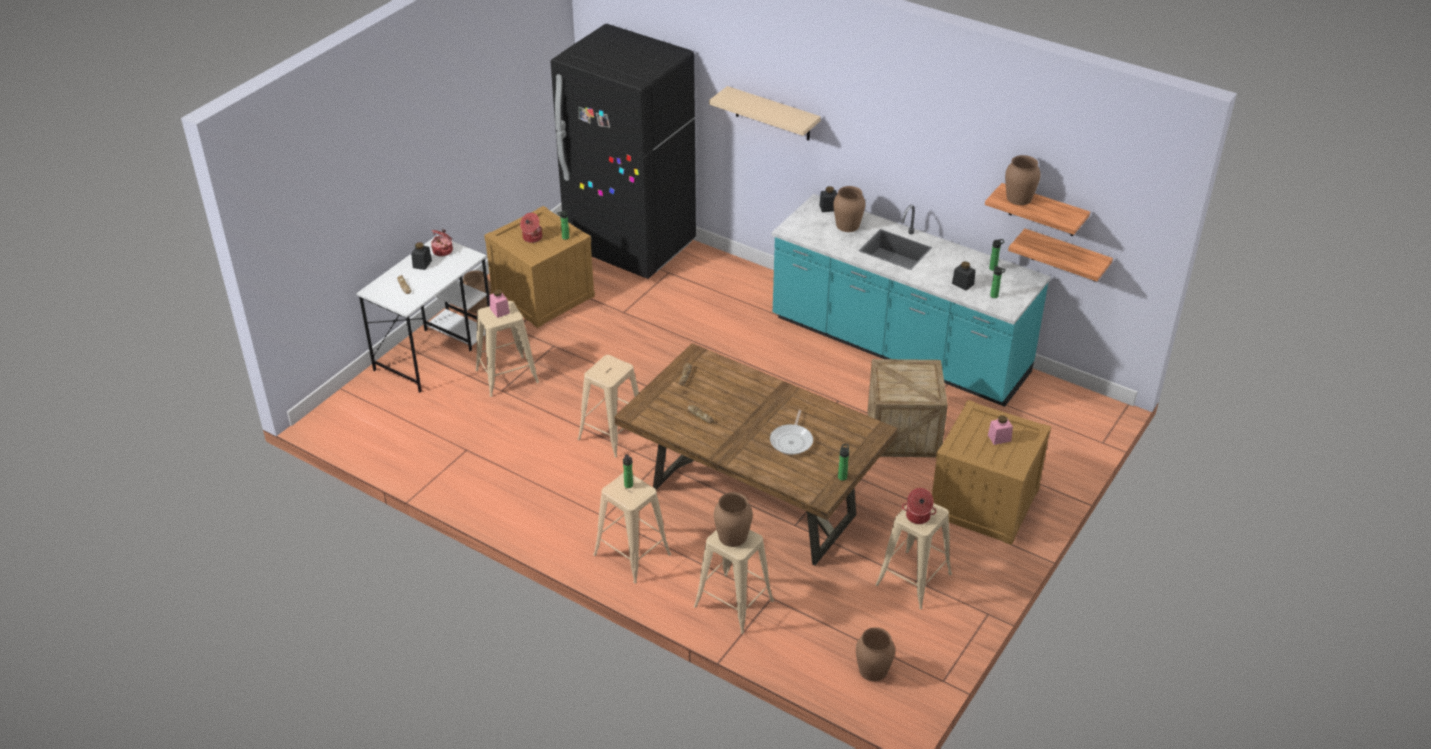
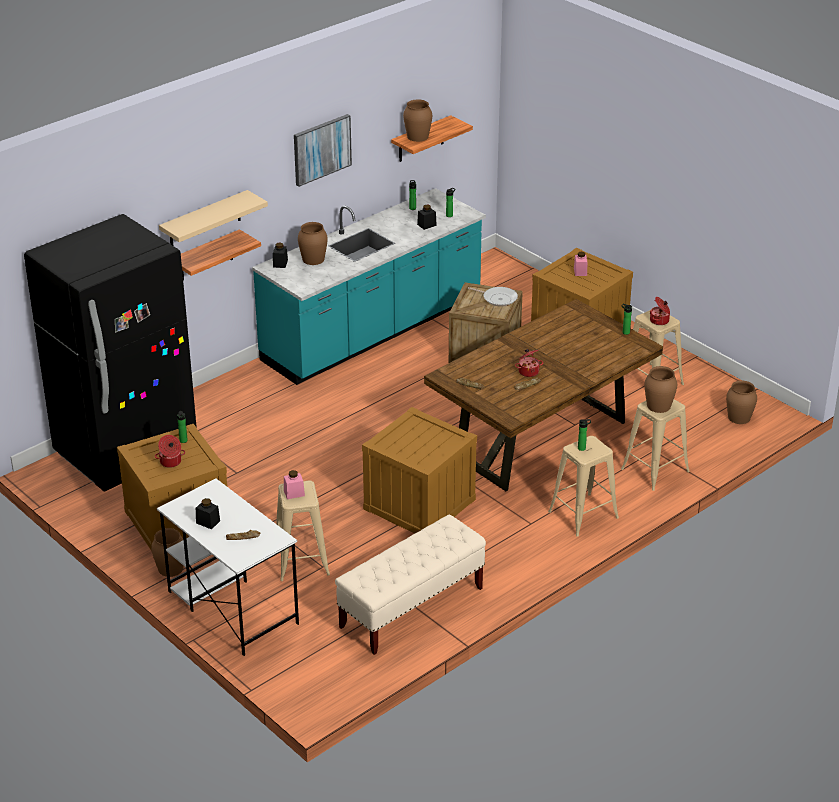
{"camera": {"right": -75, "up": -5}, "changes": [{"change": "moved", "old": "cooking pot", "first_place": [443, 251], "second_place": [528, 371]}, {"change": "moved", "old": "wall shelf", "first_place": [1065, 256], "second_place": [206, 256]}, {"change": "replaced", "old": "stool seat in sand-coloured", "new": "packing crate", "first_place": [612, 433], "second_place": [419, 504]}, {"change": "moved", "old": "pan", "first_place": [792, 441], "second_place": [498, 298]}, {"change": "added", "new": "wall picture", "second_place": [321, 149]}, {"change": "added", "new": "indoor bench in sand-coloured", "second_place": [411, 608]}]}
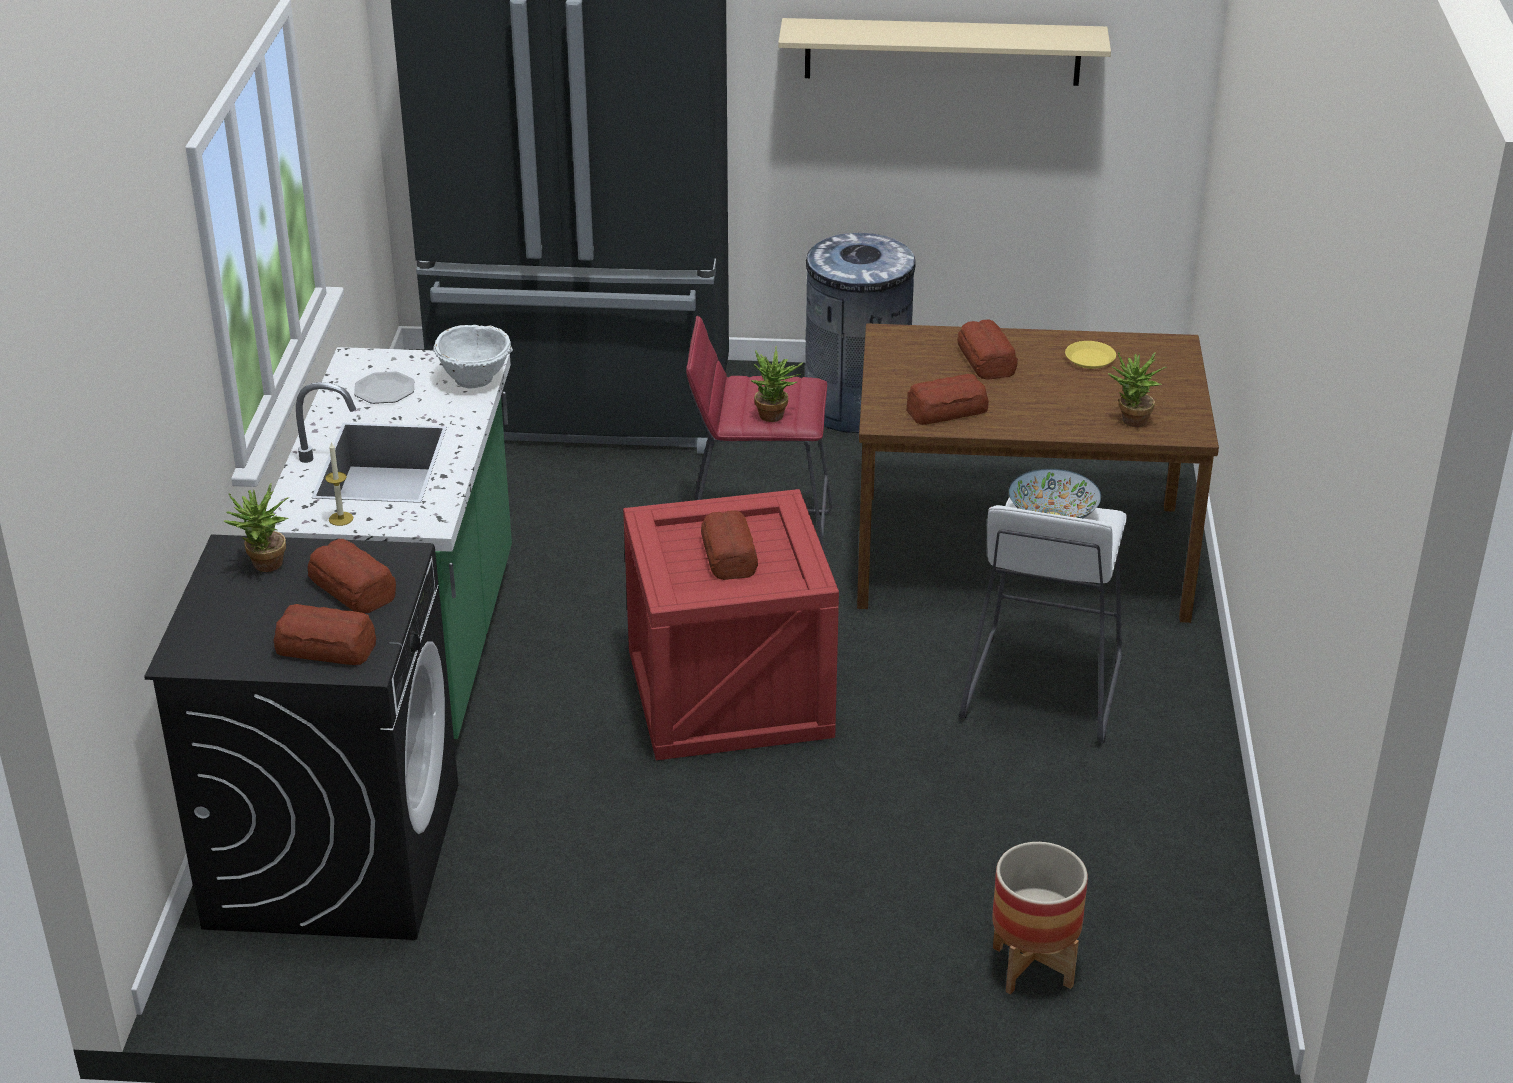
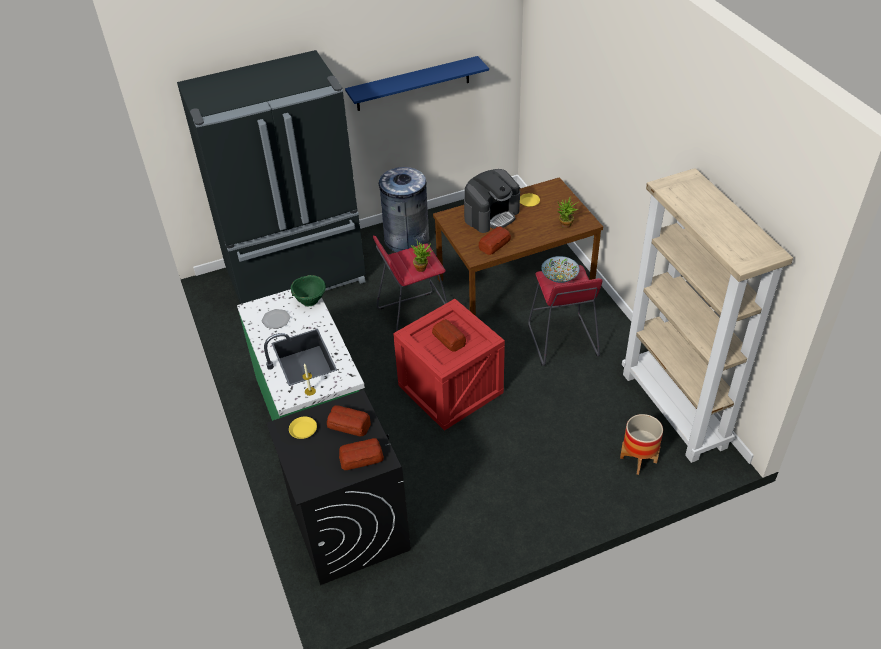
{"camera": {"right": -25, "up": 10}, "changes": [{"change": "recoloured", "old": "wall shelf in sand-coloured", "new": "wall shelf in blue-coloured", "first_place": [942, 51], "second_place": [413, 84]}, {"change": "replaced", "old": "baked bread", "new": "coffee maker", "first_place": [986, 359], "second_place": [491, 215]}, {"change": "recoloured", "old": "serving bowl in white", "new": "serving bowl in green-coloured", "first_place": [475, 379], "second_place": [310, 300]}, {"change": "replaced", "old": "potted plant", "new": "dinner plate in yellowish", "first_place": [264, 567], "second_place": [303, 429]}, {"change": "recoloured", "old": "stool seat in white", "new": "stool seat in red", "first_place": [1042, 689], "second_place": [562, 341]}, {"change": "added", "new": "bookshelf in sand-coloured", "second_place": [674, 410]}]}
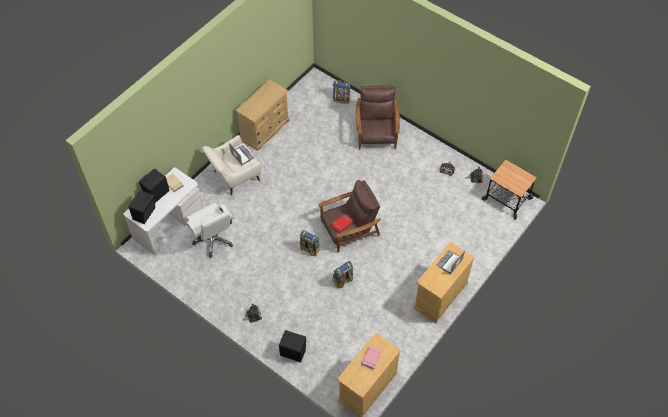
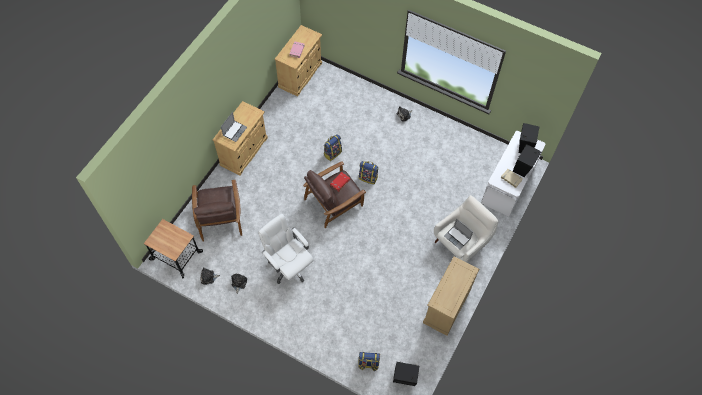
{"camera": {"right": 170, "up": 5}, "changes": [{"change": "moved", "old": "lounge chair in brown-coloured", "first_place": [376, 133], "second_place": [220, 217]}, {"change": "moved", "old": "office chair in white", "first_place": [213, 240], "second_place": [289, 266]}, {"change": "moved", "old": "speaker in blackish", "first_place": [292, 351], "second_place": [405, 378]}]}
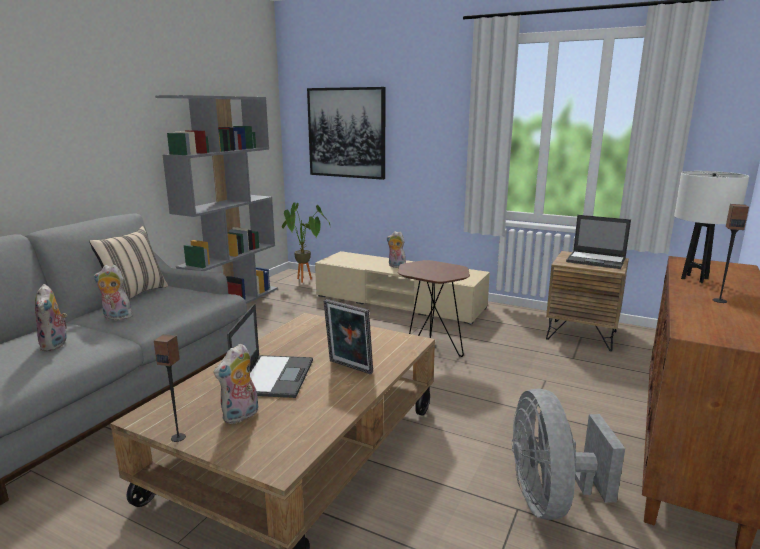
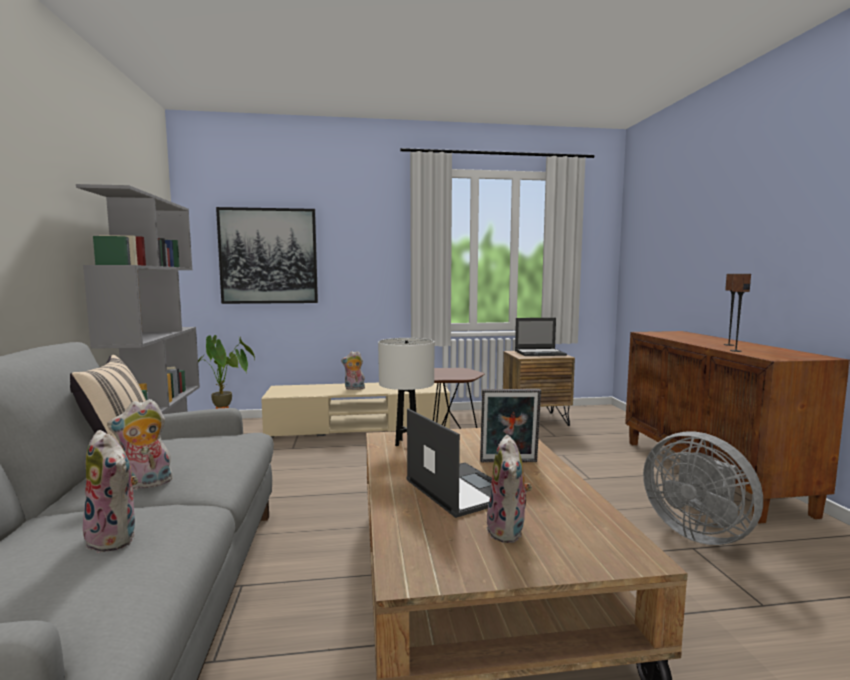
{"camera": {"right": -35, "up": -10}, "changes": [{"change": "moved", "old": "table lamp in white", "first_place": [694, 279], "second_place": [406, 443]}, {"change": "moved", "old": "speaker", "first_place": [178, 437], "second_place": [735, 351]}]}
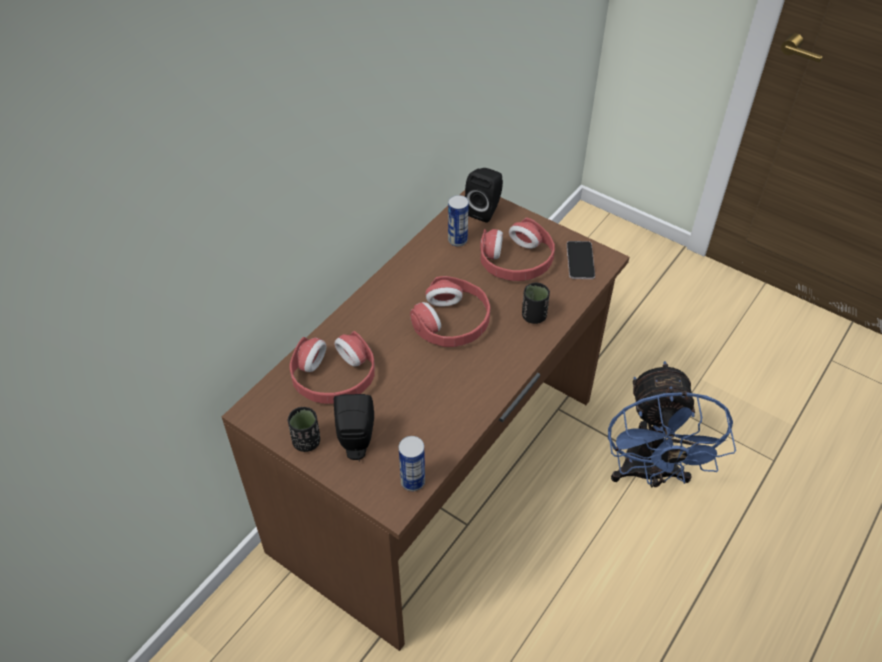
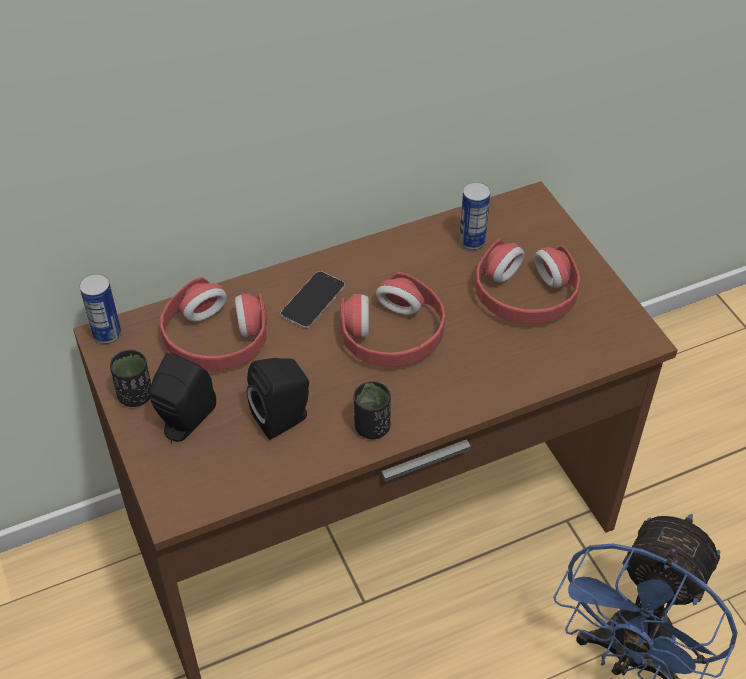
{"camera": {"right": 30, "up": 0}, "changes": [{"change": "moved", "old": "speaker in blackish", "first_place": [485, 210], "second_place": [284, 418]}, {"change": "moved", "old": "phone", "first_place": [580, 260], "second_place": [313, 300]}, {"change": "moved", "old": "small cup in blackish", "first_place": [533, 316], "second_place": [372, 427]}, {"change": "moved", "old": "sealed can", "first_place": [412, 481], "second_place": [107, 334]}]}
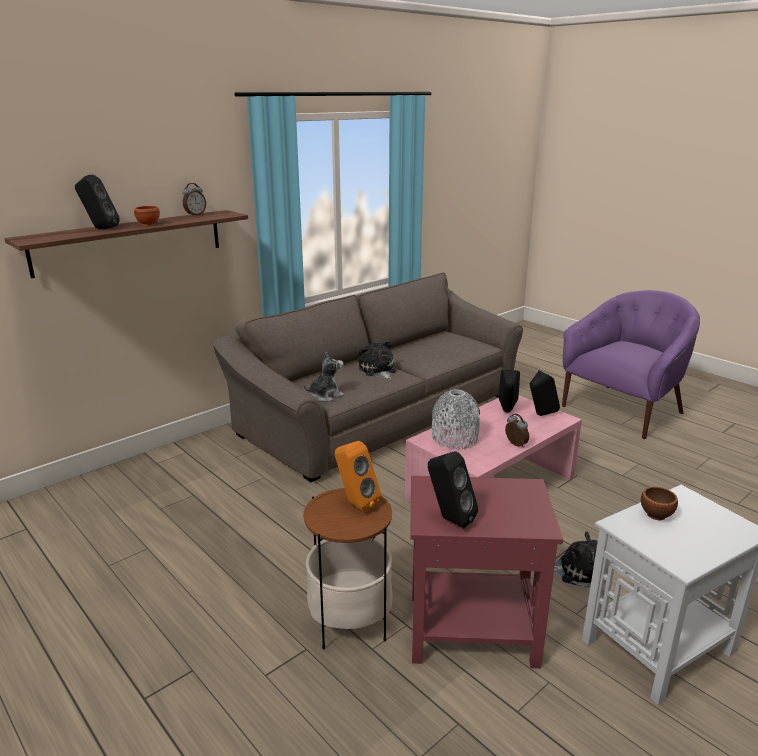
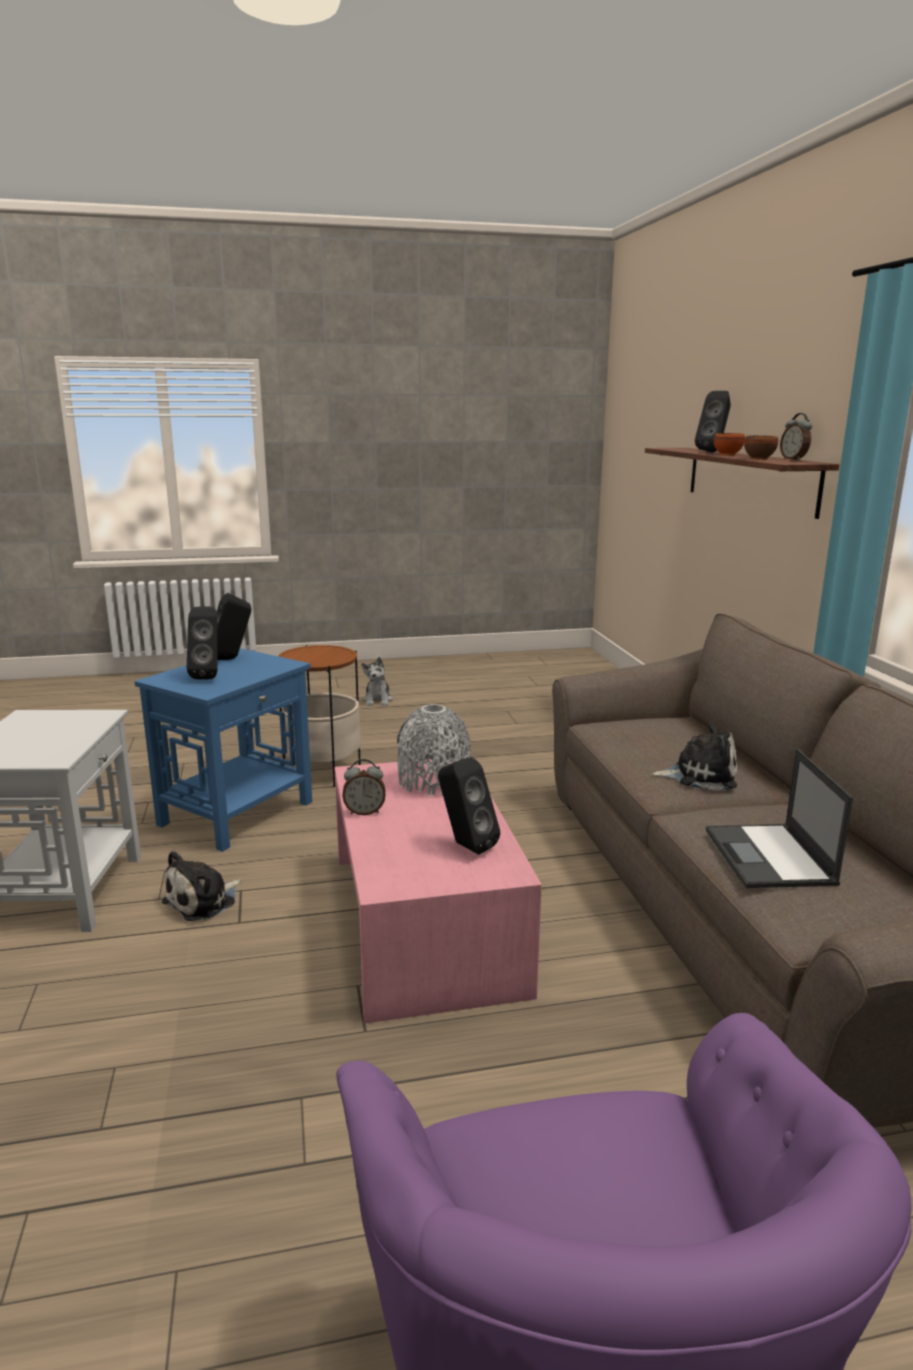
{"camera": {"right": 120, "up": -5}, "changes": [{"change": "moved", "old": "soft toy", "first_place": [325, 396], "second_place": [378, 700]}, {"change": "moved", "old": "speaker in blackish", "first_place": [540, 415], "second_place": [209, 676]}, {"change": "removed", "old": "speaker in orange", "first_place": [355, 504]}, {"change": "recoloured", "old": "accent table in red", "new": "accent table in blue-coloured", "first_place": [472, 628], "second_place": [237, 813]}, {"change": "moved", "old": "serving bowl in brown-coloured", "first_place": [657, 515], "second_place": [759, 459]}, {"change": "added", "new": "notebook computer", "second_place": [770, 857]}]}
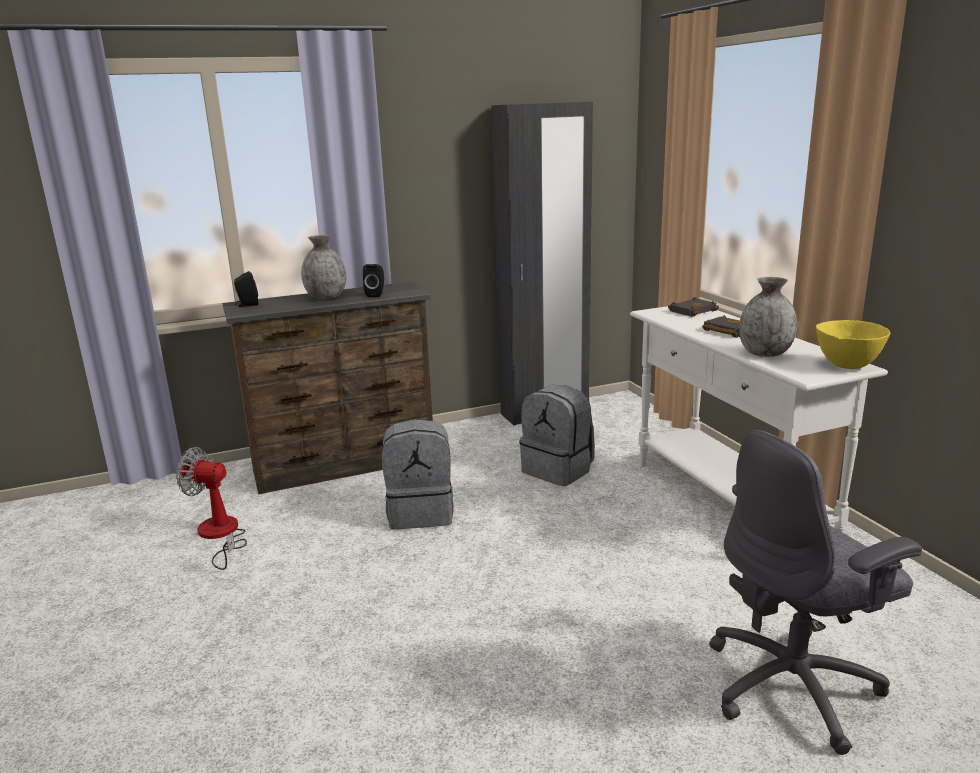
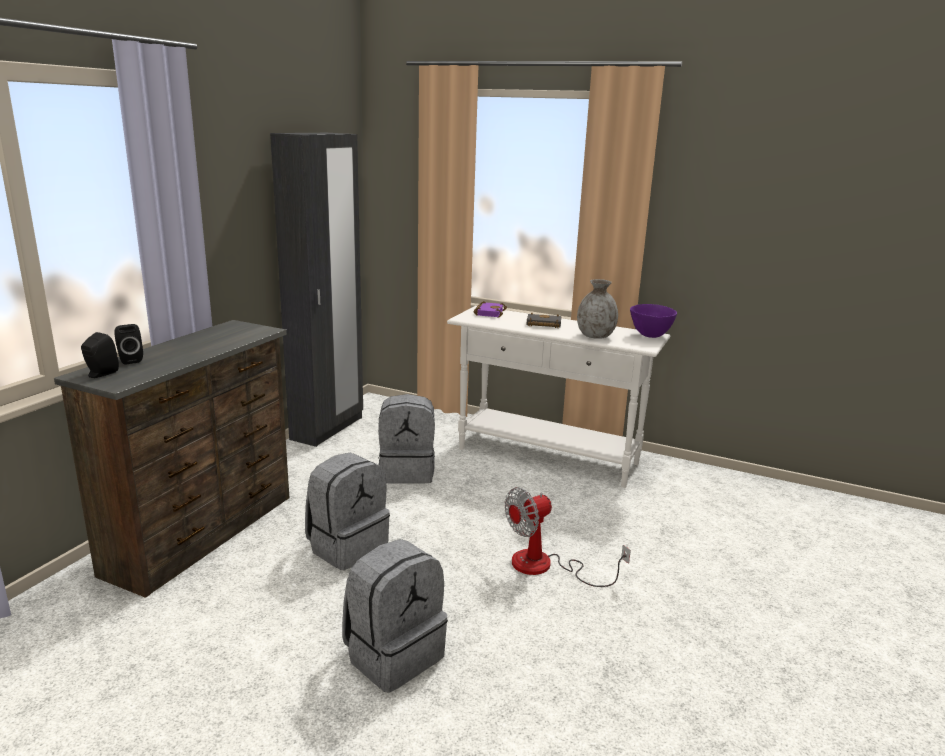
{"camera": {"right": -45, "up": 0}, "changes": [{"change": "removed", "old": "flower vase in gray", "first_place": [326, 297]}, {"change": "moved", "old": "speaker in blackish", "first_place": [376, 294], "second_place": [129, 360]}, {"change": "recoloured", "old": "book in blackish", "new": "book in purple-coloured", "first_place": [692, 311], "second_place": [489, 312]}, {"change": "recoloured", "old": "serving bowl in yellowish", "new": "serving bowl in purple-coloured", "first_place": [848, 366], "second_place": [650, 336]}, {"change": "removed", "old": "office chair in gray", "first_place": [794, 686]}, {"change": "moved", "old": "electric fan", "first_place": [220, 535], "second_place": [546, 566]}, {"change": "added", "new": "rucksack in gray", "second_place": [393, 654]}]}
